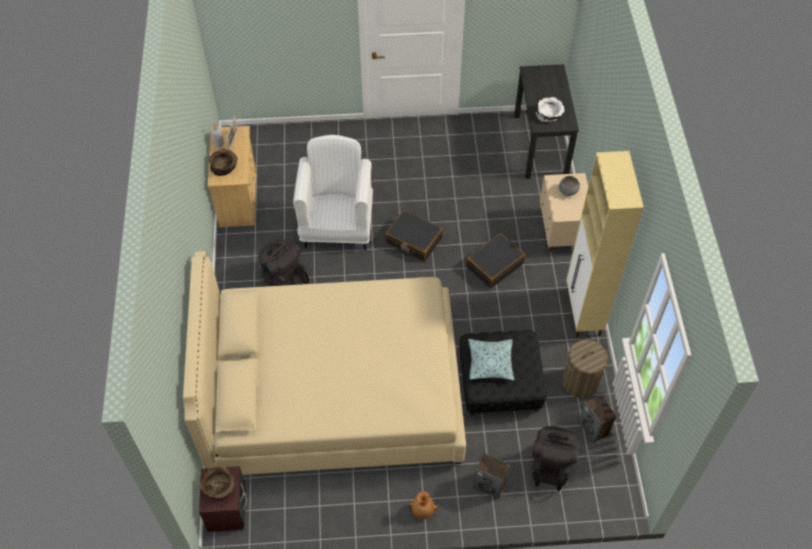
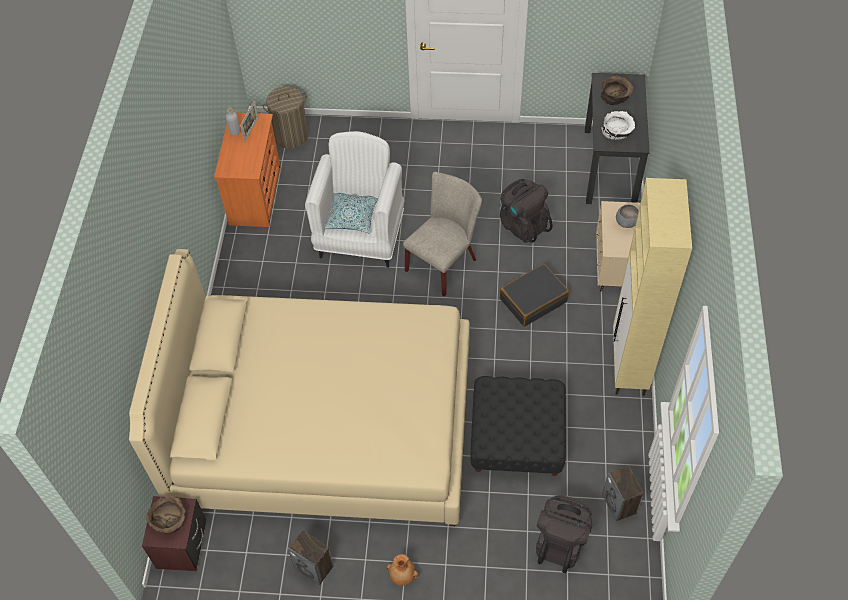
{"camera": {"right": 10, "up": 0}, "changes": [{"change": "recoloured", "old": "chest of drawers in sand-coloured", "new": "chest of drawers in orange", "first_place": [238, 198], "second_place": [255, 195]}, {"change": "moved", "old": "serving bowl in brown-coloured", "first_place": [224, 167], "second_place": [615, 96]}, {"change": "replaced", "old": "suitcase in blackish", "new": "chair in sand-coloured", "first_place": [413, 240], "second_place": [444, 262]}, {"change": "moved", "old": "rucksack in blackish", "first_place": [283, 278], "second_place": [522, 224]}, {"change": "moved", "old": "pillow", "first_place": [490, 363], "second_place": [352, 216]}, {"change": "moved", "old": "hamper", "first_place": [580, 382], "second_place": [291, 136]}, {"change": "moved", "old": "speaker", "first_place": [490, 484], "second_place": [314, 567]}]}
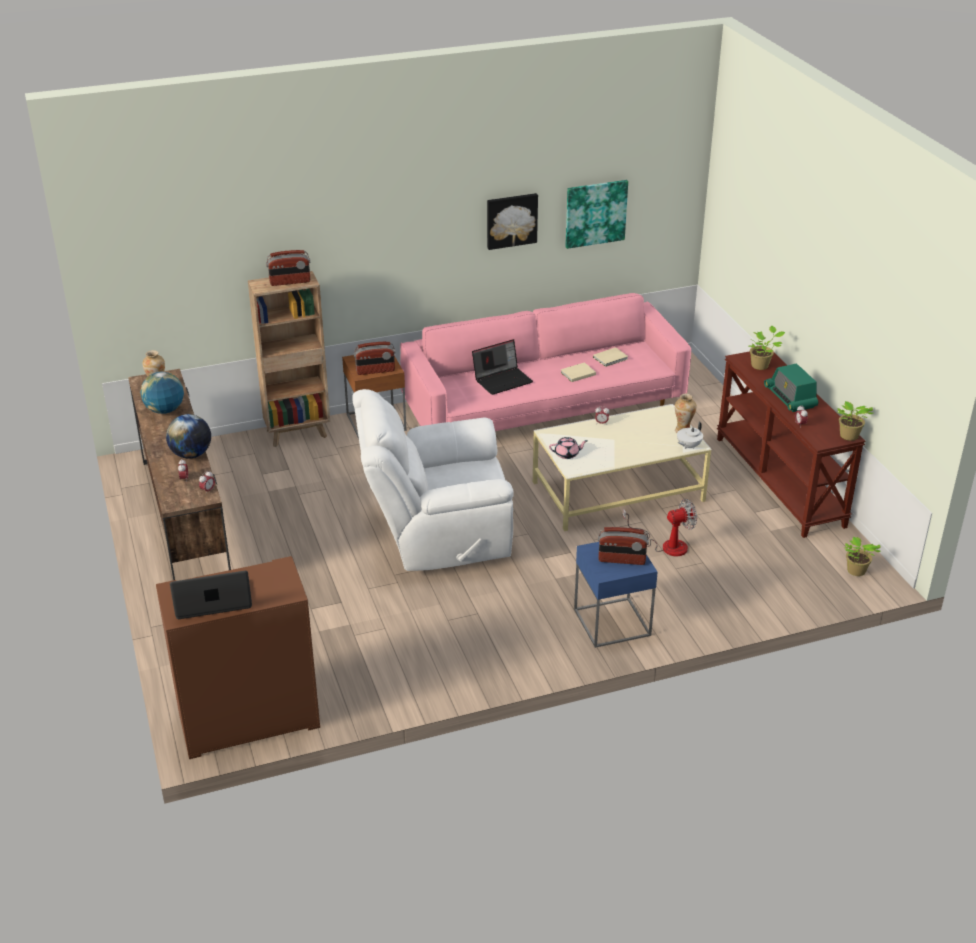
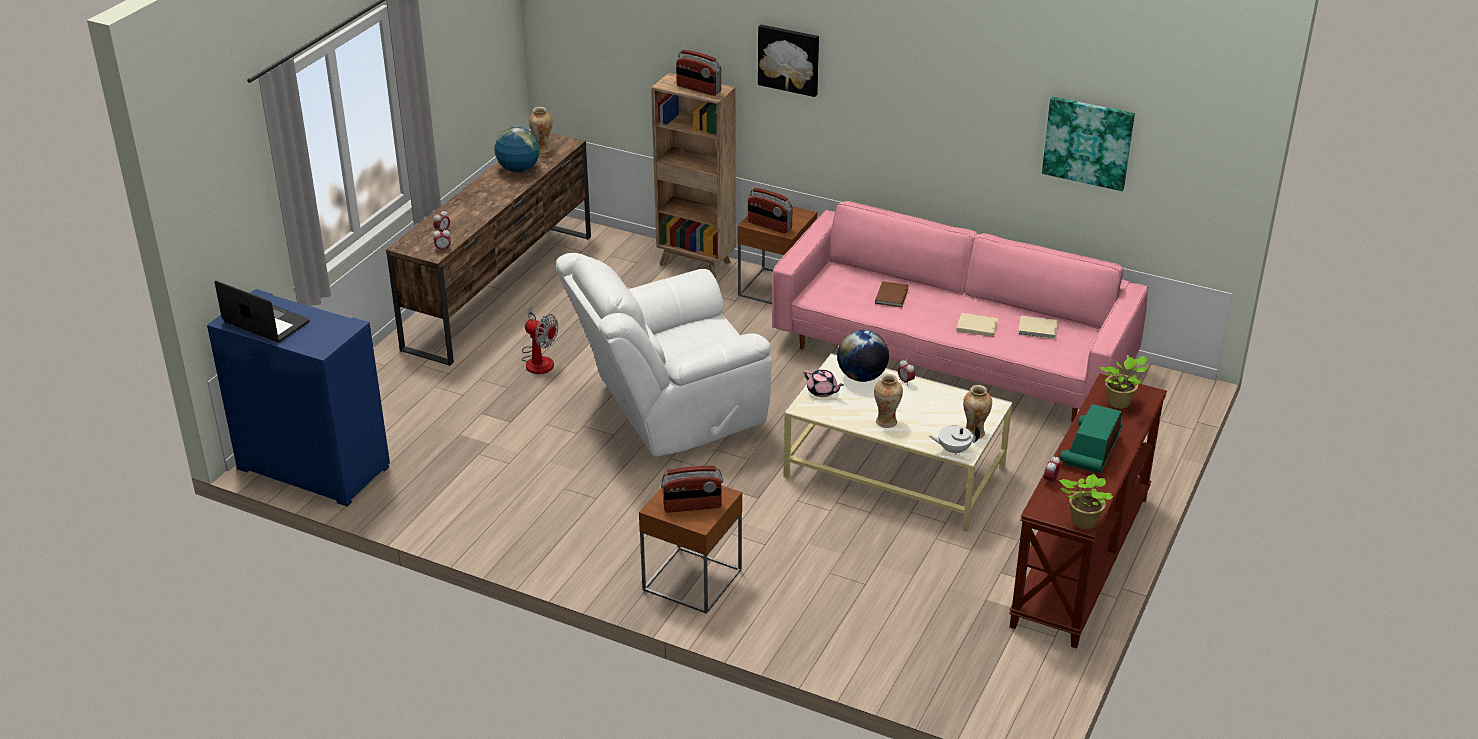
{"camera": {"right": 45, "up": 0}, "changes": [{"change": "moved", "old": "wall picture", "first_place": [511, 220], "second_place": [789, 59]}, {"change": "replaced", "old": "notebook computer", "new": "book in brown-coloured", "first_place": [502, 380], "second_place": [892, 295]}, {"change": "turned", "old": "lounge chair in white", "first_place": [436, 536], "second_place": [667, 414], "degrees": -60}, {"change": "moved", "old": "globe", "first_place": [191, 454], "second_place": [862, 377]}, {"change": "moved", "old": "electric fan", "first_place": [666, 545], "second_place": [539, 359]}, {"change": "turned", "old": "radio receiver", "first_place": [621, 560], "second_place": [692, 506], "degrees": -60}, {"change": "removed", "old": "potted plant", "first_place": [856, 571]}, {"change": "recoloured", "old": "accent table in blue-coloured", "new": "accent table in brown-coloured", "first_place": [612, 622], "second_place": [692, 579]}, {"change": "recoloured", "old": "cabinet in brown-coloured", "new": "cabinet in blue-coloured", "first_place": [248, 720], "second_place": [312, 468]}, {"change": "added", "new": "flower vase", "second_place": [886, 422]}]}
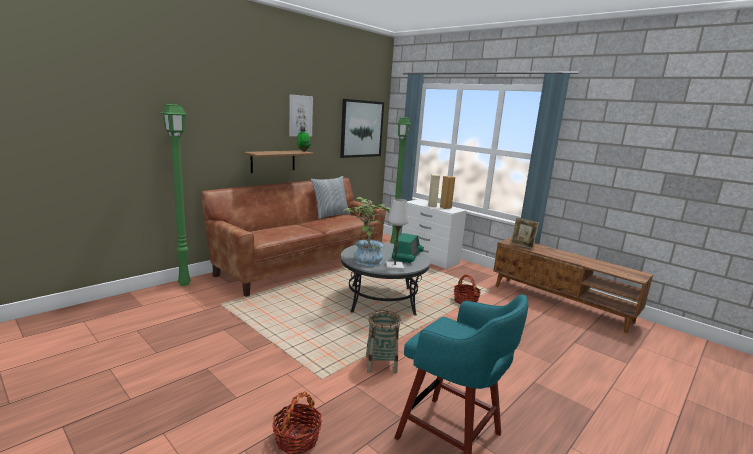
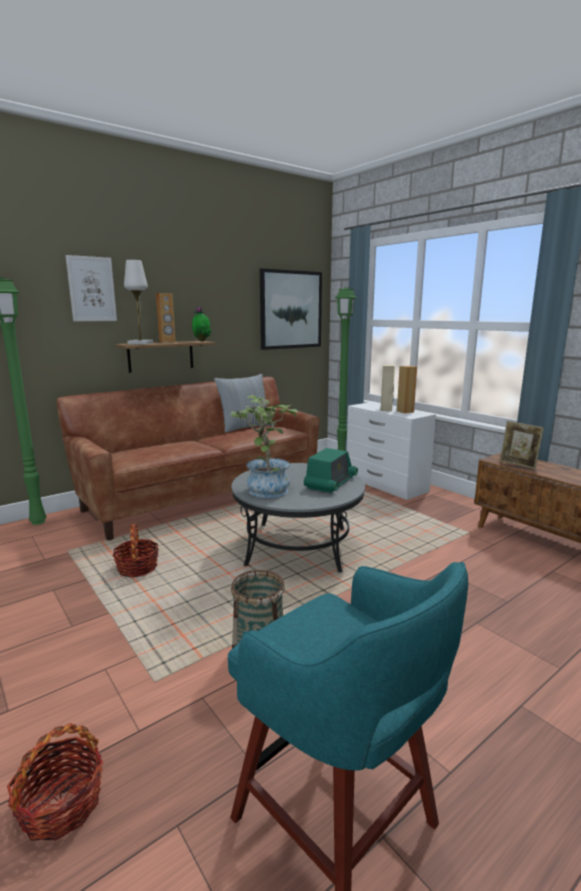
{"camera": {"right": 10, "up": 0}, "changes": [{"change": "moved", "old": "wall picture", "first_place": [300, 116], "second_place": [92, 289]}, {"change": "moved", "old": "table lamp in white", "first_place": [394, 267], "second_place": [140, 343]}, {"change": "moved", "old": "basket", "first_place": [465, 301], "second_place": [137, 568]}, {"change": "added", "new": "speaker in brown-coloured", "second_place": [167, 342]}]}
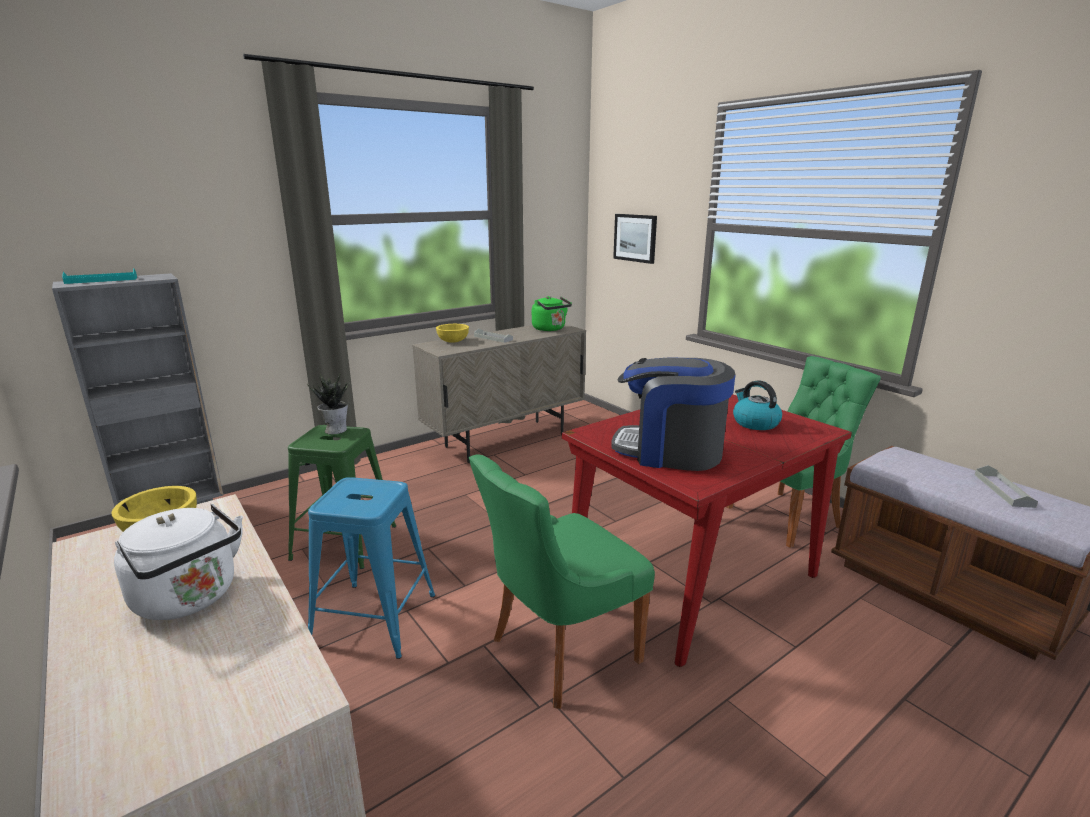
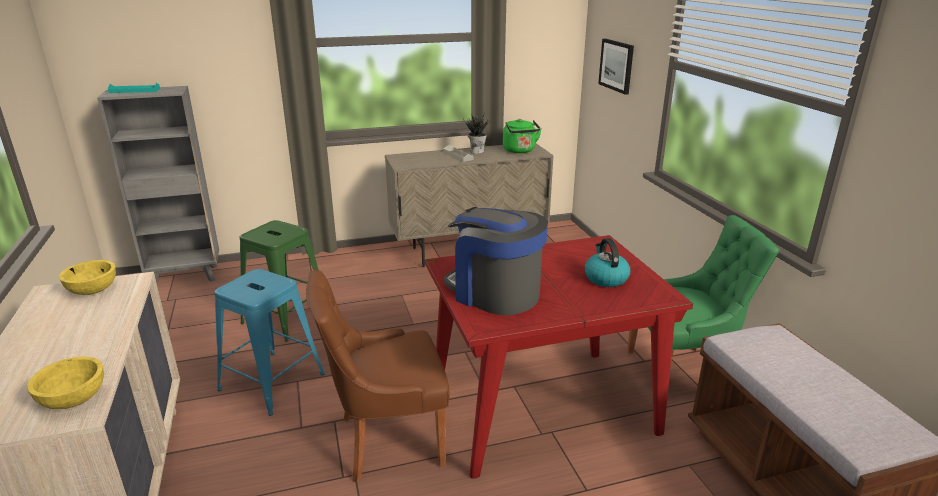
{"camera": {"right": 20, "up": 5}, "changes": [{"change": "moved", "old": "serving bowl in yellowish", "first_place": [453, 341], "second_place": [73, 399]}, {"change": "moved", "old": "potted plant", "first_place": [335, 430], "second_place": [477, 151]}, {"change": "recoloured", "old": "chair in green-coloured", "new": "chair in brown-coloured", "first_place": [560, 651], "second_place": [387, 440]}, {"change": "removed", "old": "carrying tray in gray", "first_place": [1003, 490]}, {"change": "removed", "old": "tea kettle in white", "first_place": [190, 599]}]}
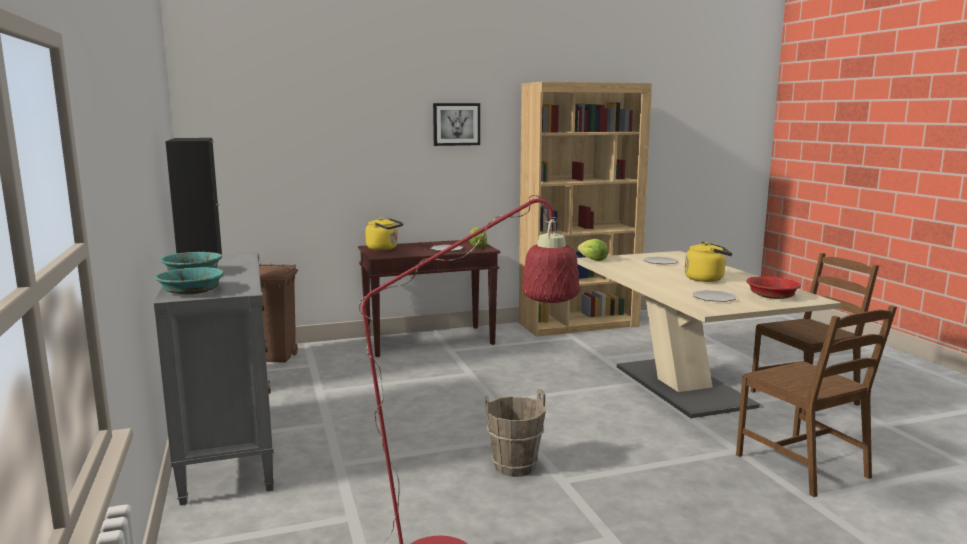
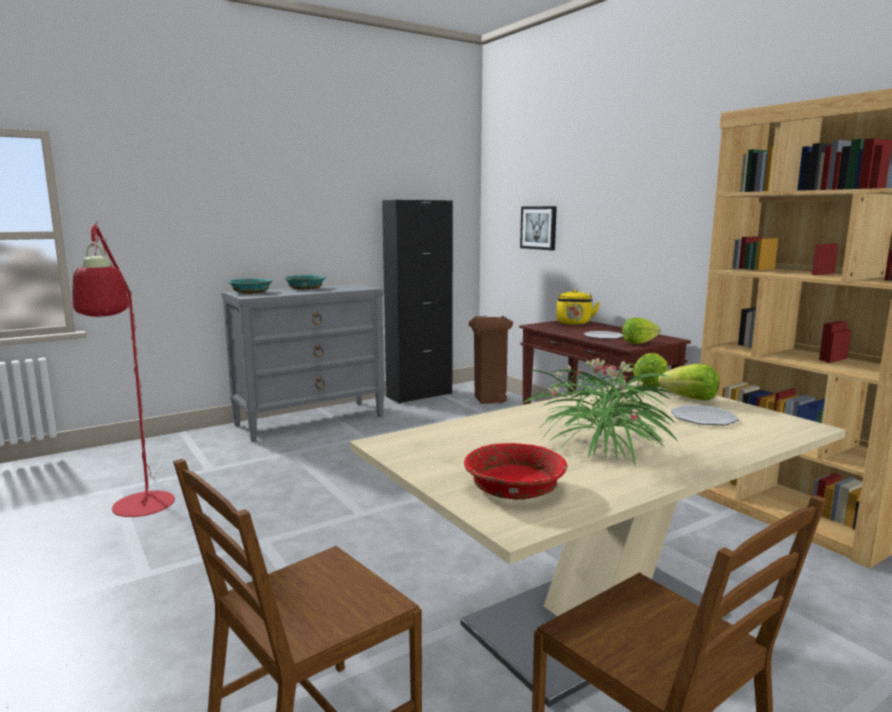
{"camera": {"right": 75, "up": 0}, "changes": [{"change": "moved", "old": "wall picture", "first_place": [456, 124], "second_place": [539, 227]}, {"change": "replaced", "old": "tea kettle in yellowish", "new": "potted plant", "first_place": [706, 279], "second_place": [602, 444]}, {"change": "removed", "old": "dinner plate", "first_place": [714, 297]}, {"change": "removed", "old": "pail in brown-coloured", "first_place": [515, 466]}, {"change": "added", "new": "lettuce head", "second_place": [690, 399]}]}
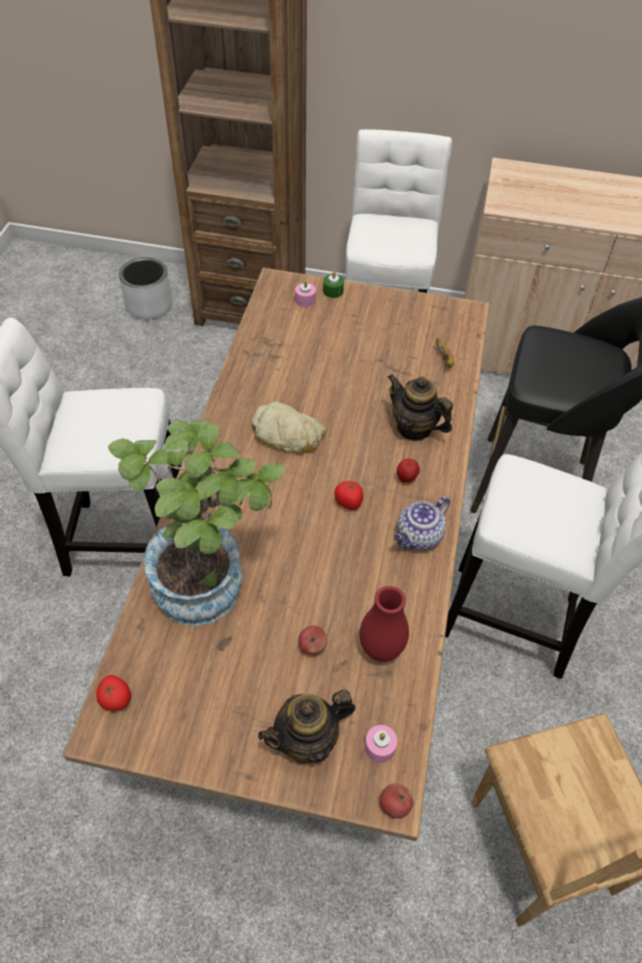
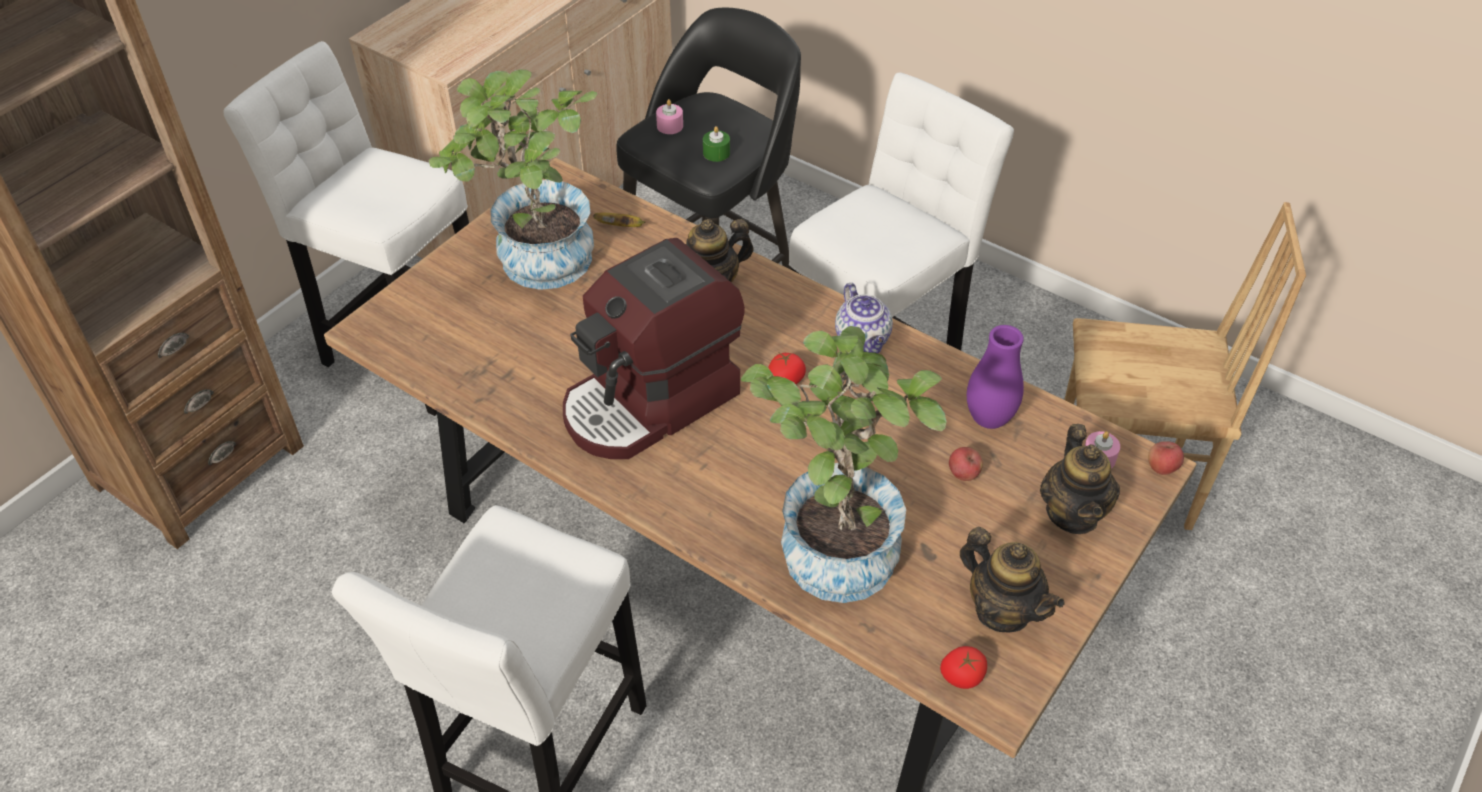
{"camera": {"right": -65, "up": -5}, "changes": [{"change": "removed", "old": "plant pot in gray", "first_place": [149, 305]}, {"change": "moved", "old": "candle in green-coloured", "first_place": [333, 291], "second_place": [716, 153]}, {"change": "moved", "old": "candle in pinkish", "first_place": [305, 300], "second_place": [670, 126]}, {"change": "replaced", "old": "baked bread", "new": "coffee maker", "first_place": [287, 434], "second_place": [651, 402]}, {"change": "removed", "old": "apple", "first_place": [406, 479]}, {"change": "recoloured", "old": "flower vase in red", "new": "flower vase in purple-coloured", "first_place": [381, 649], "second_place": [989, 419]}, {"change": "added", "new": "potted plant", "second_place": [536, 266]}, {"change": "added", "new": "pot for tea", "second_place": [1002, 610]}]}
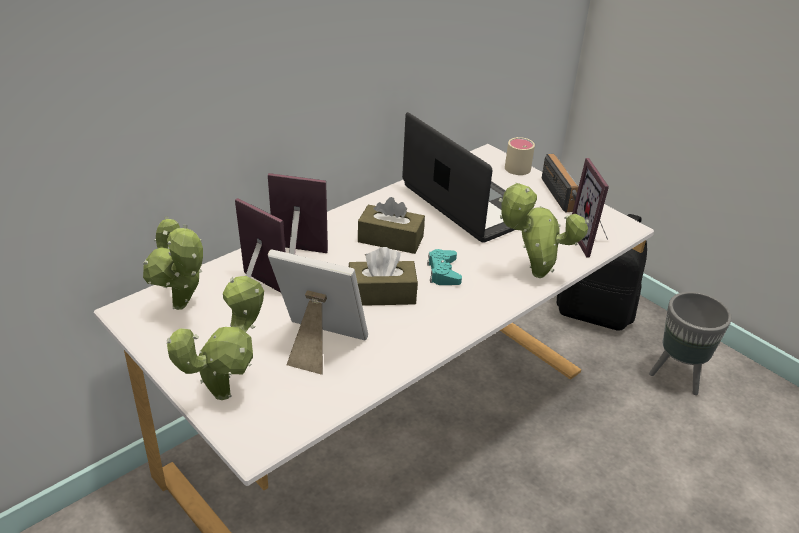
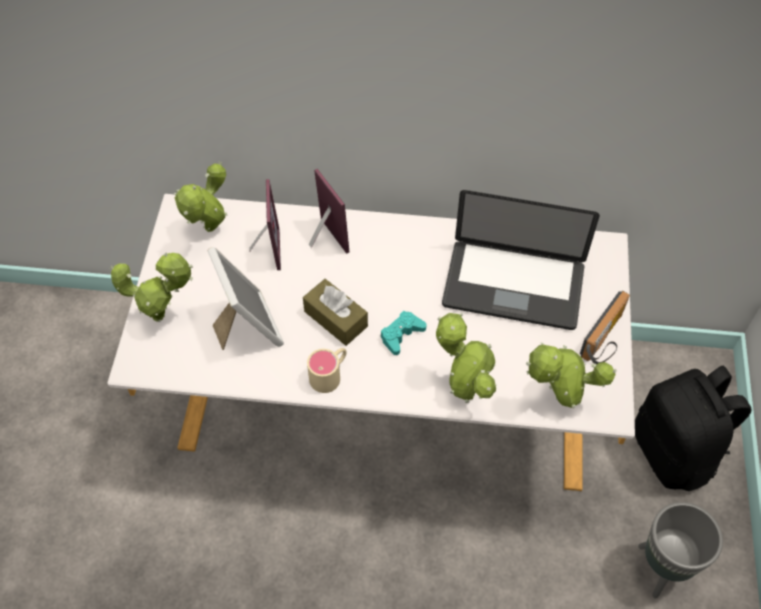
{"camera": {"right": 50, "up": 20}, "changes": [{"change": "turned", "old": "notebook computer", "first_place": [469, 203], "second_place": [513, 286], "degrees": 90}, {"change": "moved", "old": "coffee mug in sand-coloured", "first_place": [516, 165], "second_place": [330, 374]}, {"change": "replaced", "old": "photo frame", "new": "potted plant", "first_place": [592, 241], "second_place": [559, 401]}, {"change": "removed", "old": "box of tissues in brown-coloured", "first_place": [390, 239]}]}
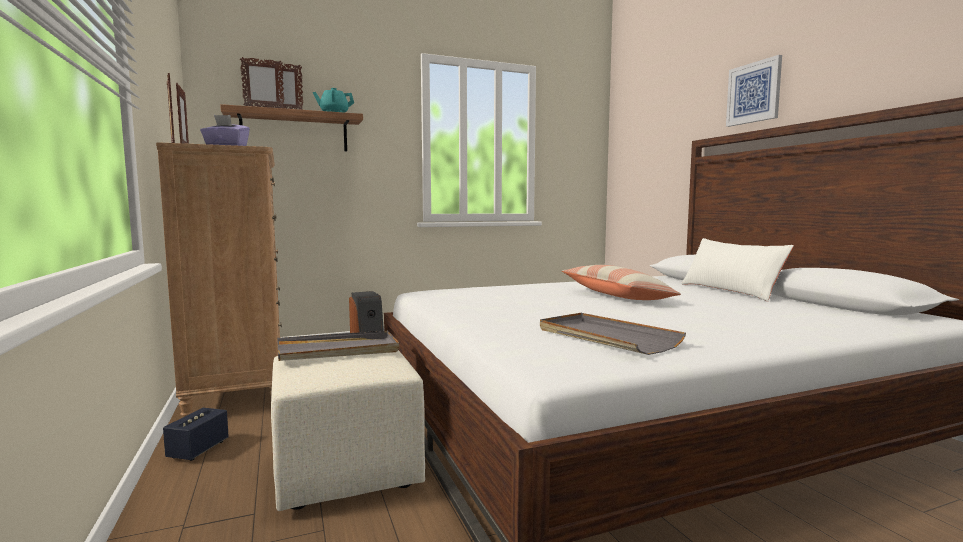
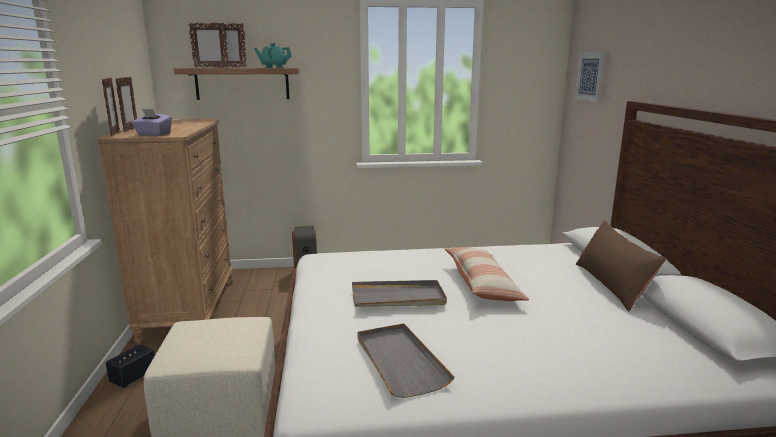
{"camera": {"right": 15, "up": 10}, "changes": [{"change": "moved", "old": "wall picture", "first_place": [754, 93], "second_place": [591, 76]}, {"change": "recoloured", "old": "pillow in white", "new": "pillow in brown-coloured", "first_place": [730, 291], "second_place": [612, 285]}, {"change": "moved", "old": "carrying tray in gray", "first_place": [338, 350], "second_place": [398, 297]}]}
